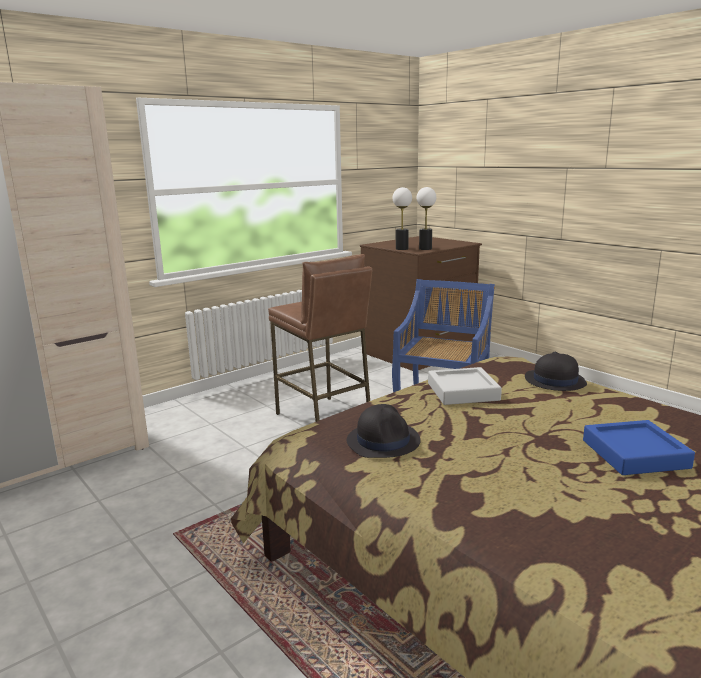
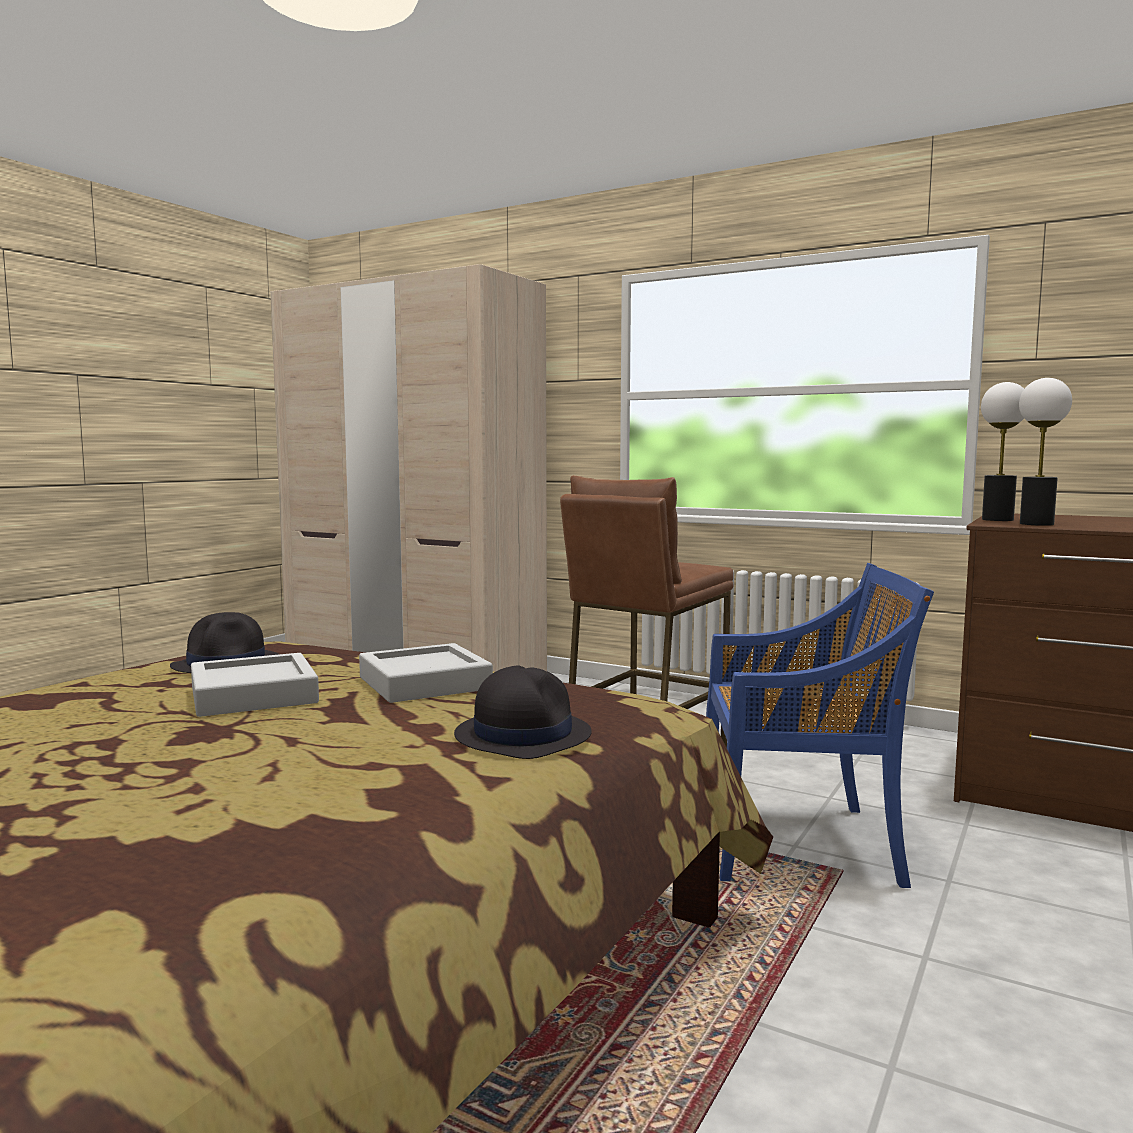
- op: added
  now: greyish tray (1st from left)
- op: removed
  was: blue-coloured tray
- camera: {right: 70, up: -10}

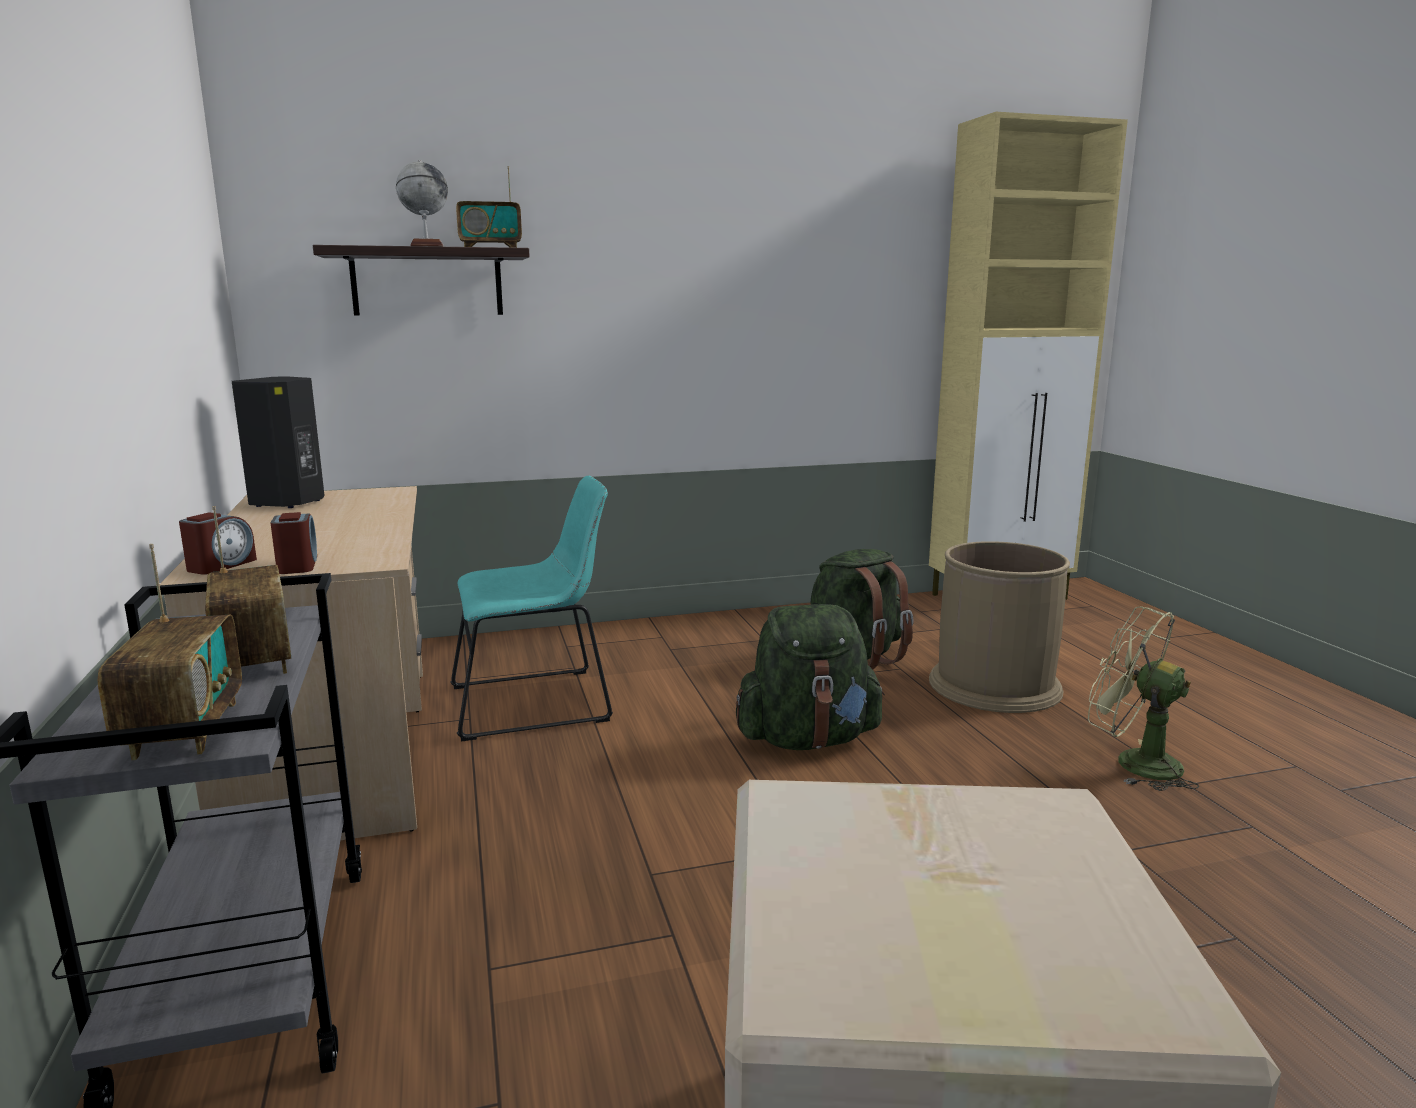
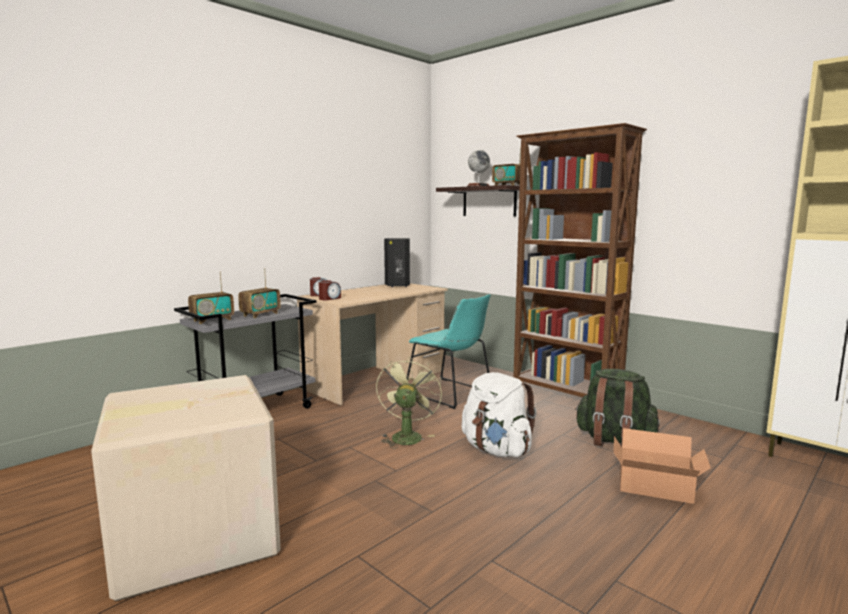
- op: moved
  was: greenish electric fan
- op: recoloured
  was: greenish rucksack (1st from left)
  now: white rucksack
- op: added
  now: brownish bookcase
- op: replaced
  was: brownish trash can
  now: cardboard box (2nd from left)
- camera: {right: 60, up: -5}

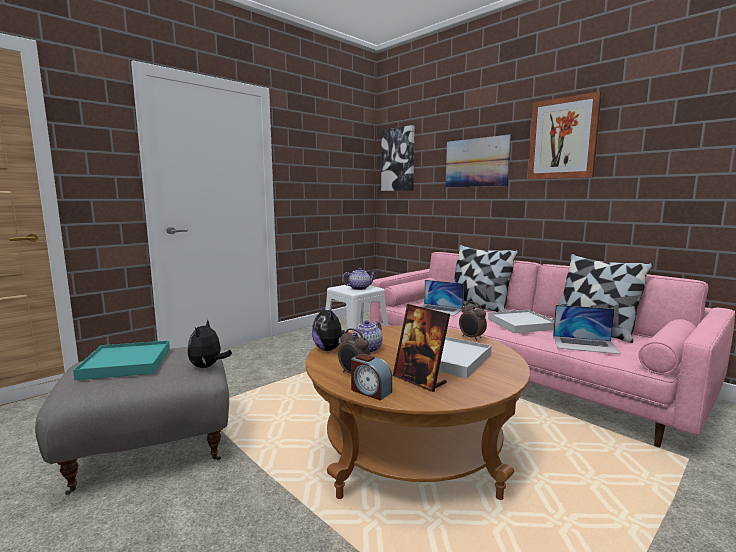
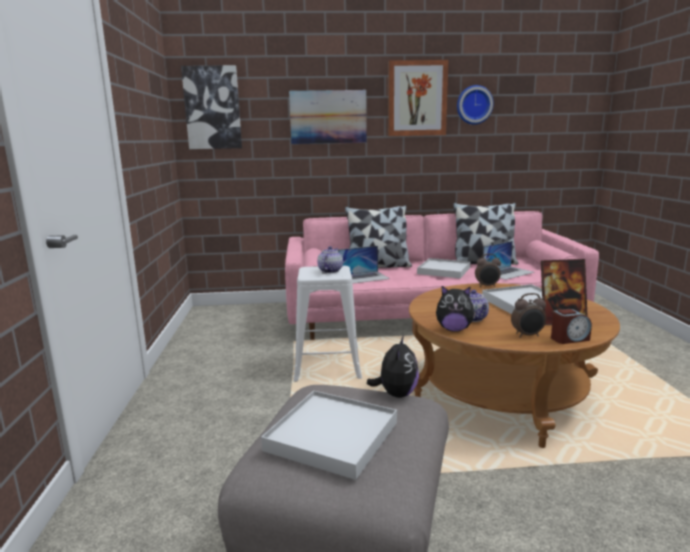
- op: recoloured
  was: blue-green tray
  now: white tray (1st from left)
- op: turned
  was: soft toy (1st from left)
  clockwise: -120
- op: added
  now: clock on the wall
- camera: {right: -50, up: 5}

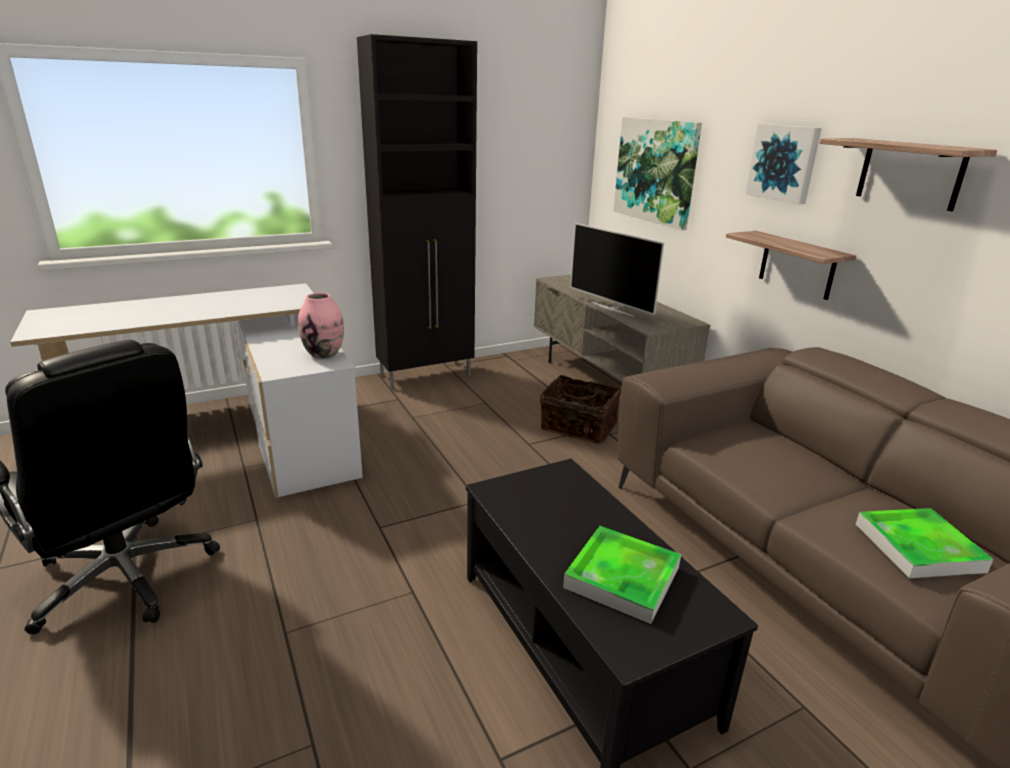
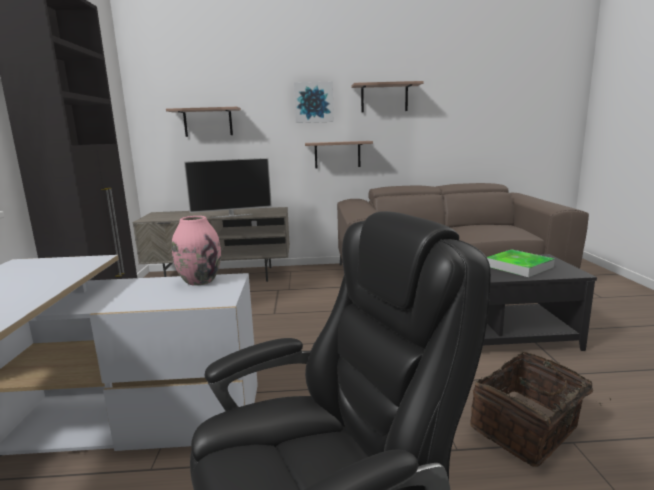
- op: replaced
  was: picture (1st from left)
  now: wall shelf (1st from left)
- op: moved
  was: storage basket
- op: removed
  was: tray (2nd from left)
- camera: {right: -65, up: -10}

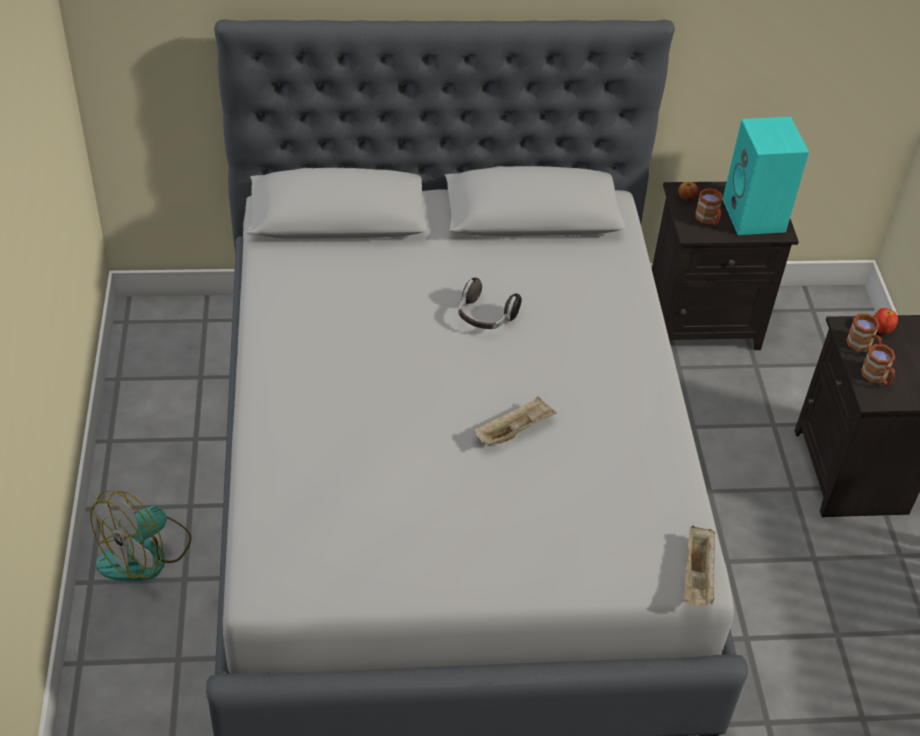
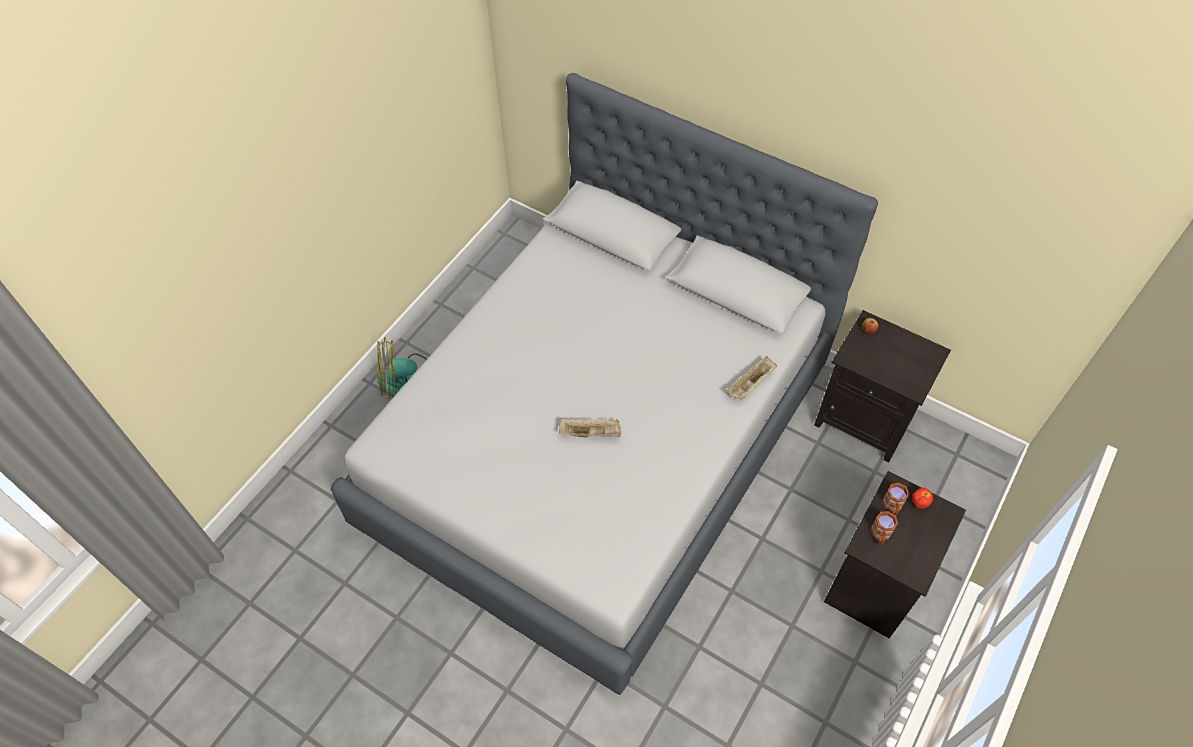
- op: moved
  was: sand-coloured tray (2nd from left)
- op: removed
  was: headset
- op: removed
  was: brownish coffee mug (1st from left)
- op: removed
  was: blue-green loudspeaker
- camera: {right: 40, up: 10}

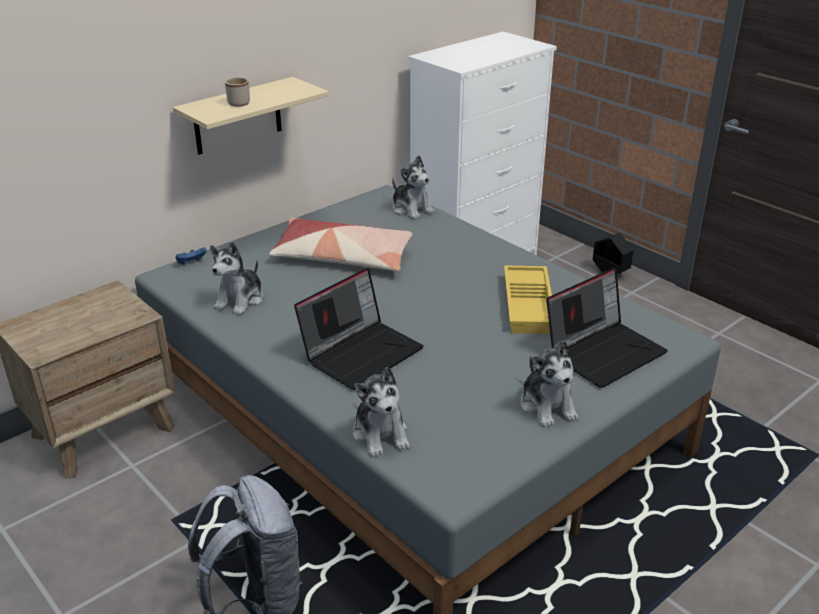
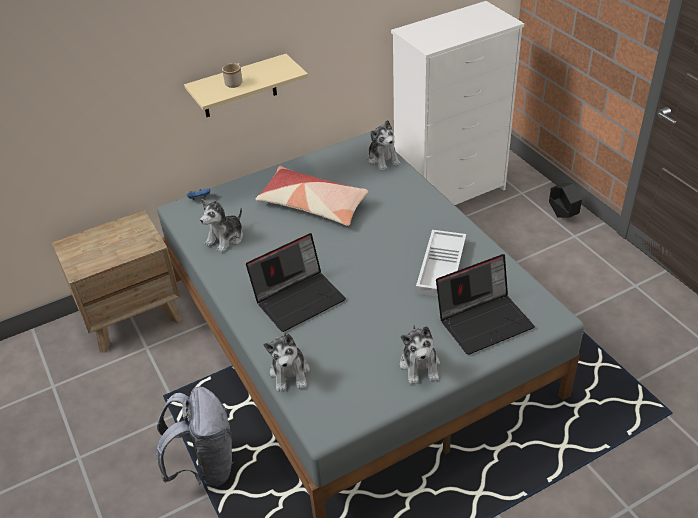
- op: recoloured
  was: yellow tray
  now: white tray
- camera: {right: 15, up: 10}

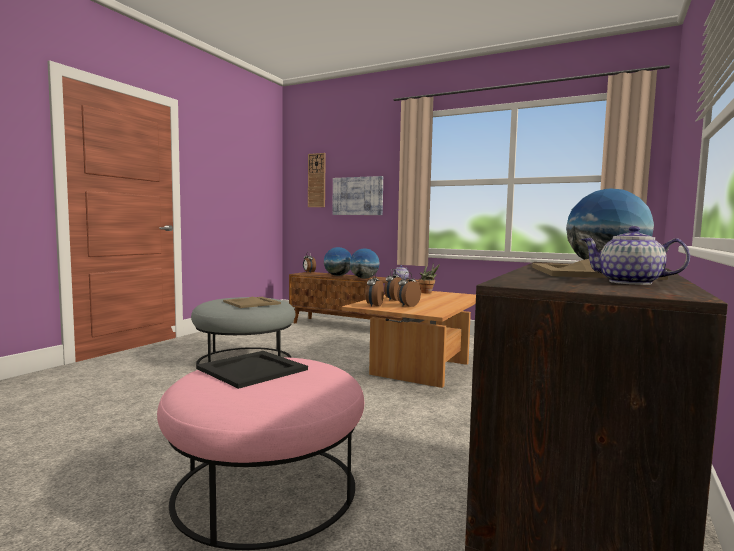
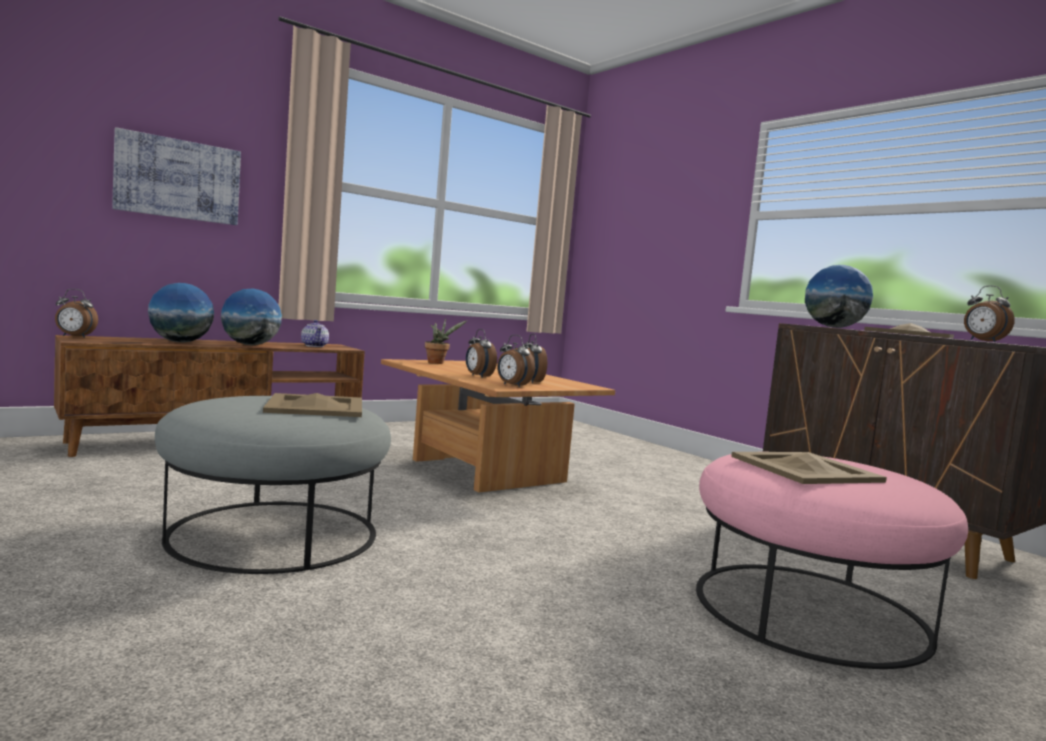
- op: recoloured
  was: blackish tray
  now: sand-coloured tray (2nd from left)
- op: replaced
  was: tea pot (2nd from left)
  now: bedside clock (5th from left)
- op: removed
  was: clock on the wall
- camera: {right: -65, up: 0}

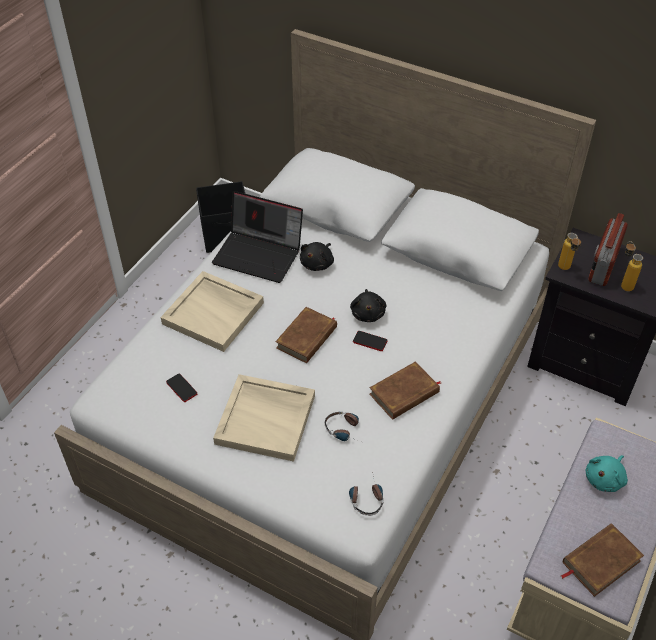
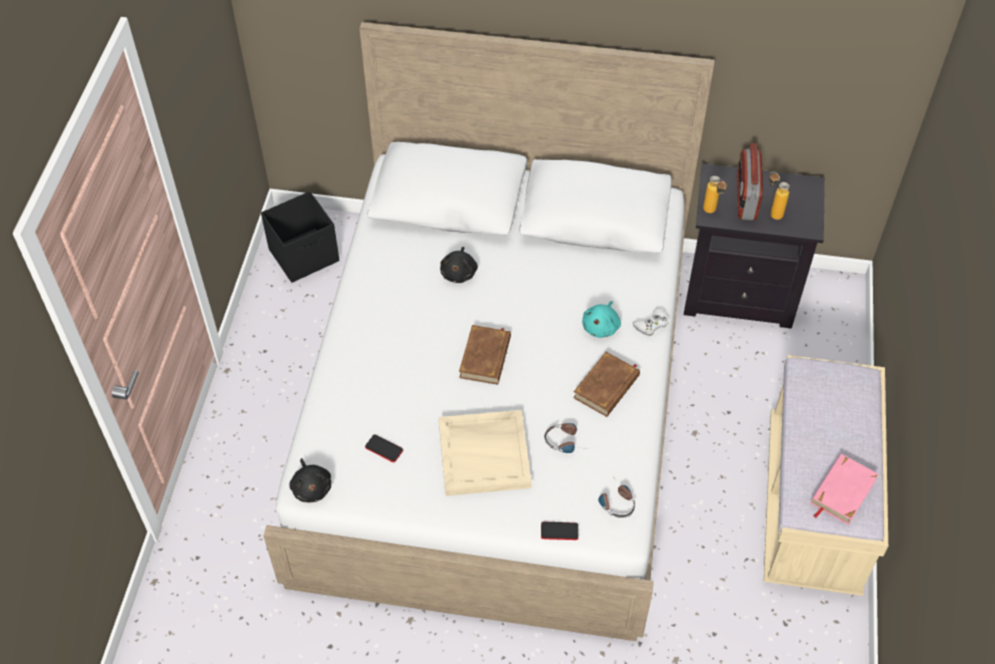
- op: moved
  was: blackish soft toy (2nd from left in the first image)
  now: blackish soft toy (1st from left)
- op: moved
  was: phone (2nd from left)
- op: moved
  was: blue-green soft toy
- op: added
  now: white gamepad
- op: recoloured
  was: brownish book (3rd from left)
  now: pinkish book
- op: removed
  was: sand-coloured tray (1st from left)
- op: removed
  was: laptop
- camera: {right: -20, up: 5}

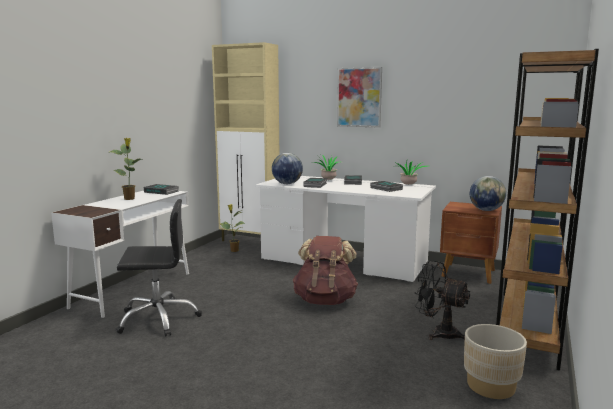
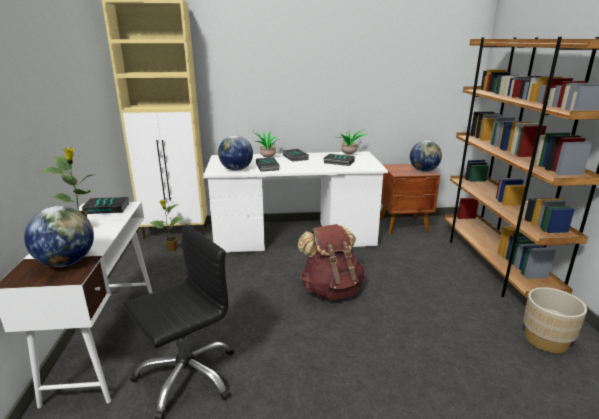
- op: added
  now: world globe (1st from left)
- op: removed
  was: picture
- op: removed
  was: blackish electric fan
- camera: {right: -30, up: 10}

